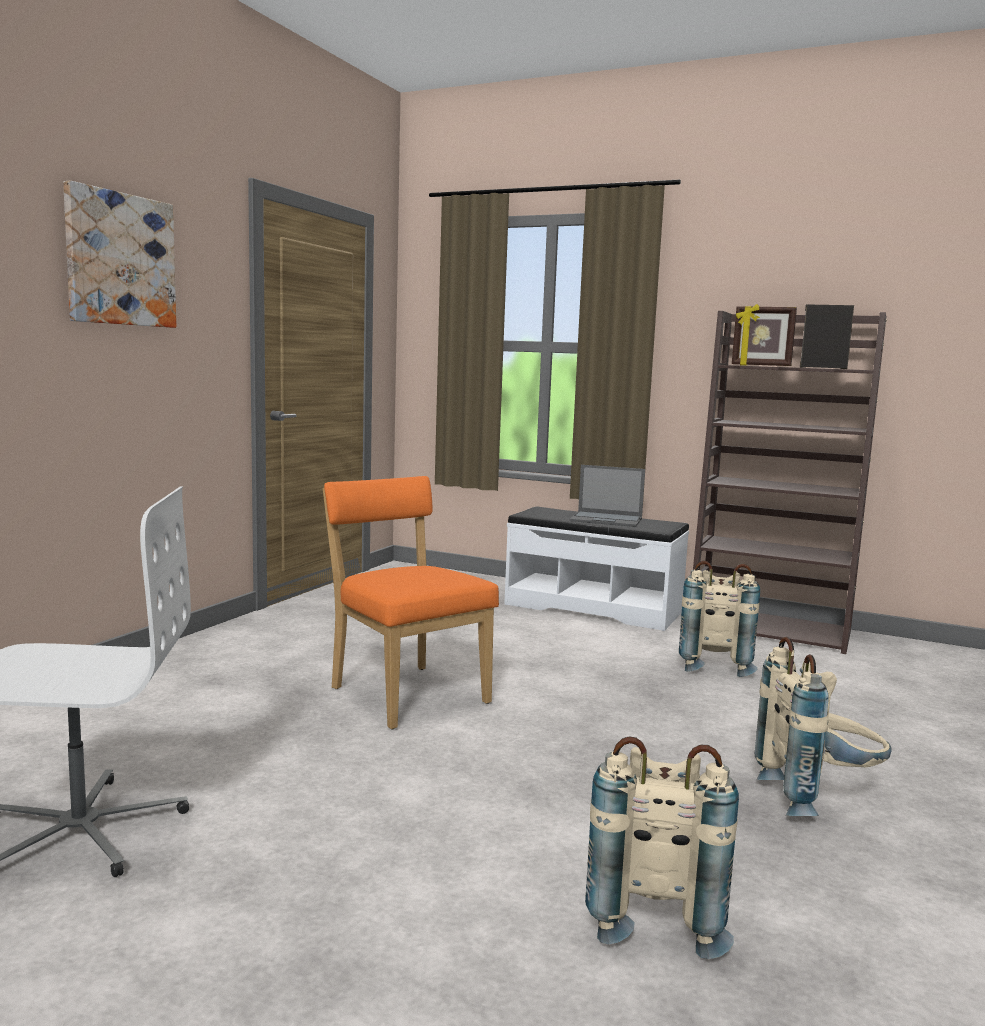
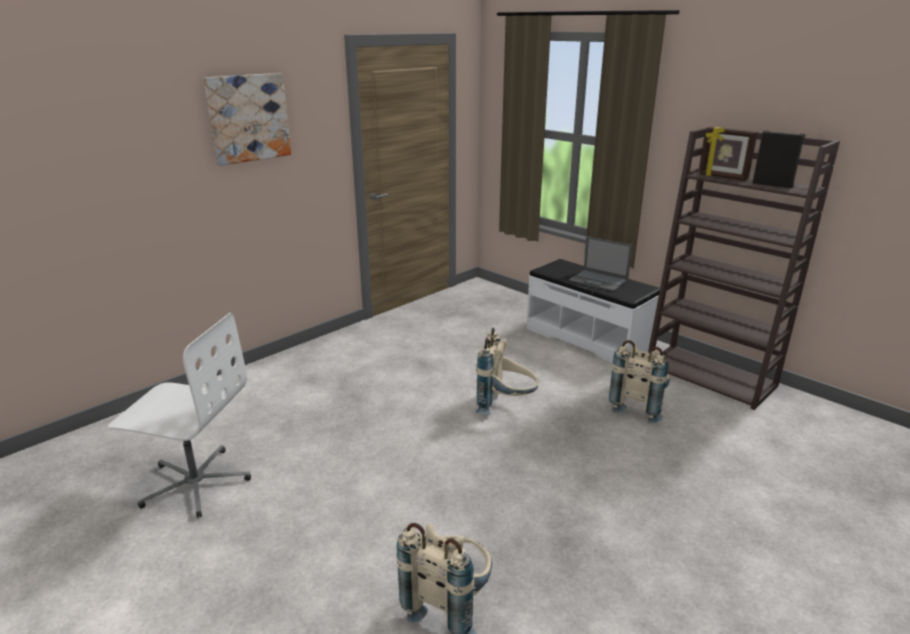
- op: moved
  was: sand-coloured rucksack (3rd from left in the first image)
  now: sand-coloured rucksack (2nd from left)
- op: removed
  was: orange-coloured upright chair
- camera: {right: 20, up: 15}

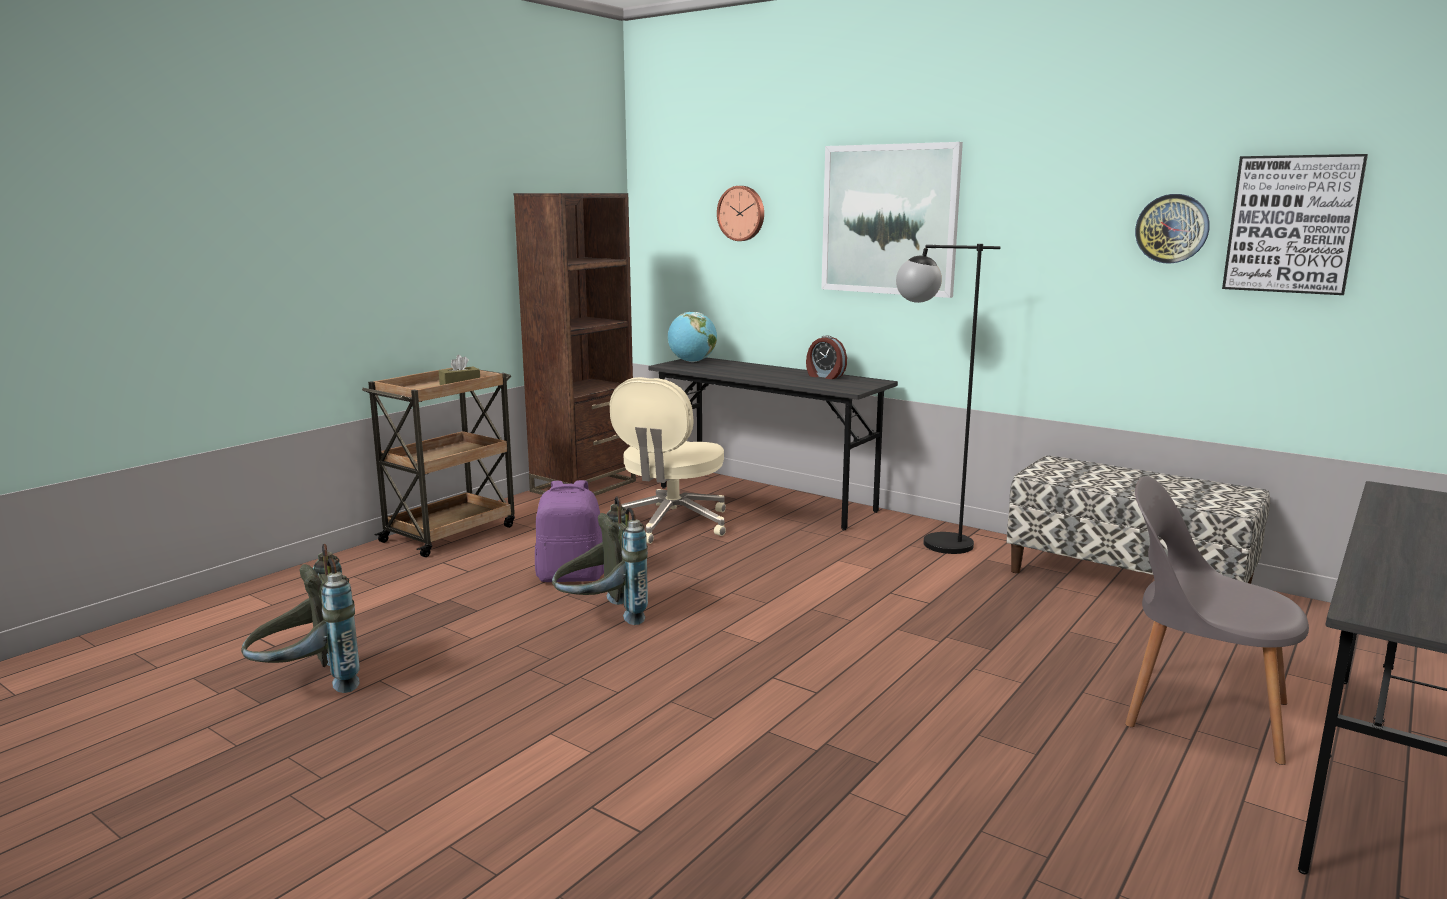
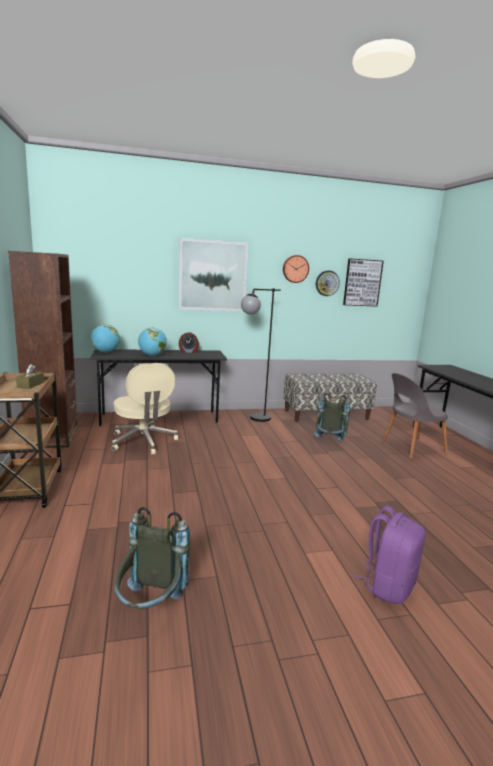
- op: added
  now: world globe (2nd from left)
- op: moved
  was: clock on the wall (1st from left)
- op: moved
  was: greyish rucksack (2nd from left)
- op: moved
  was: purple rucksack
- camera: {right: -50, up: 0}

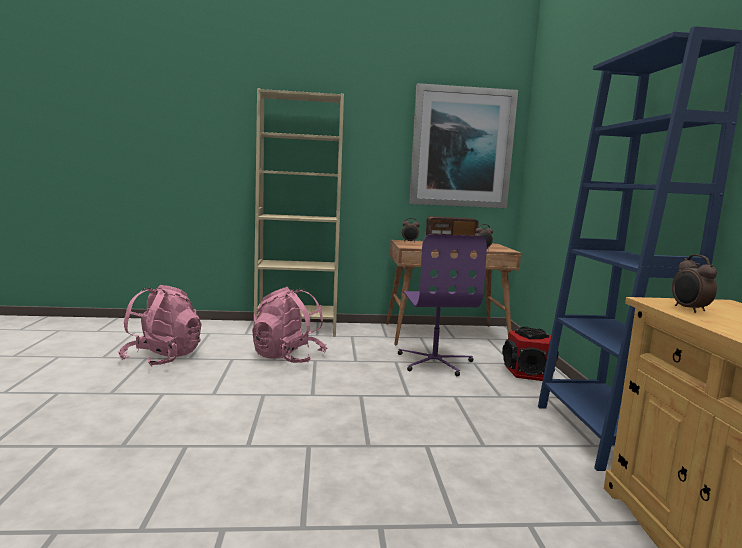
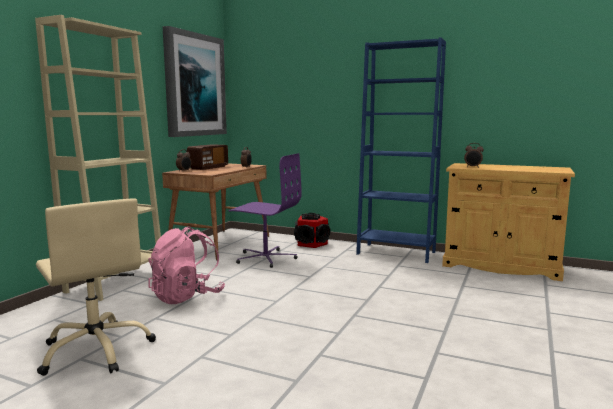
- op: replaced
  was: pinkish rucksack (1st from left)
  now: sand-coloured desk chair
- camera: {right: -60, up: 0}

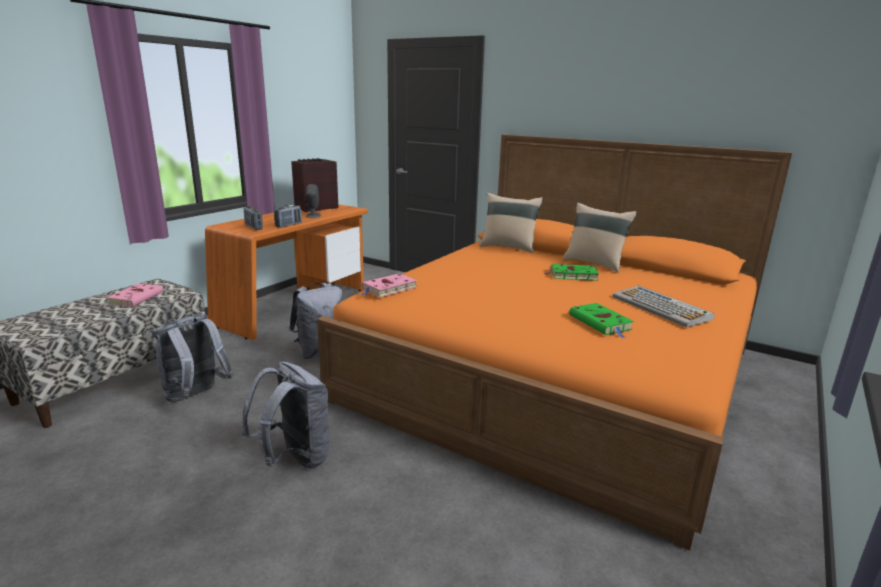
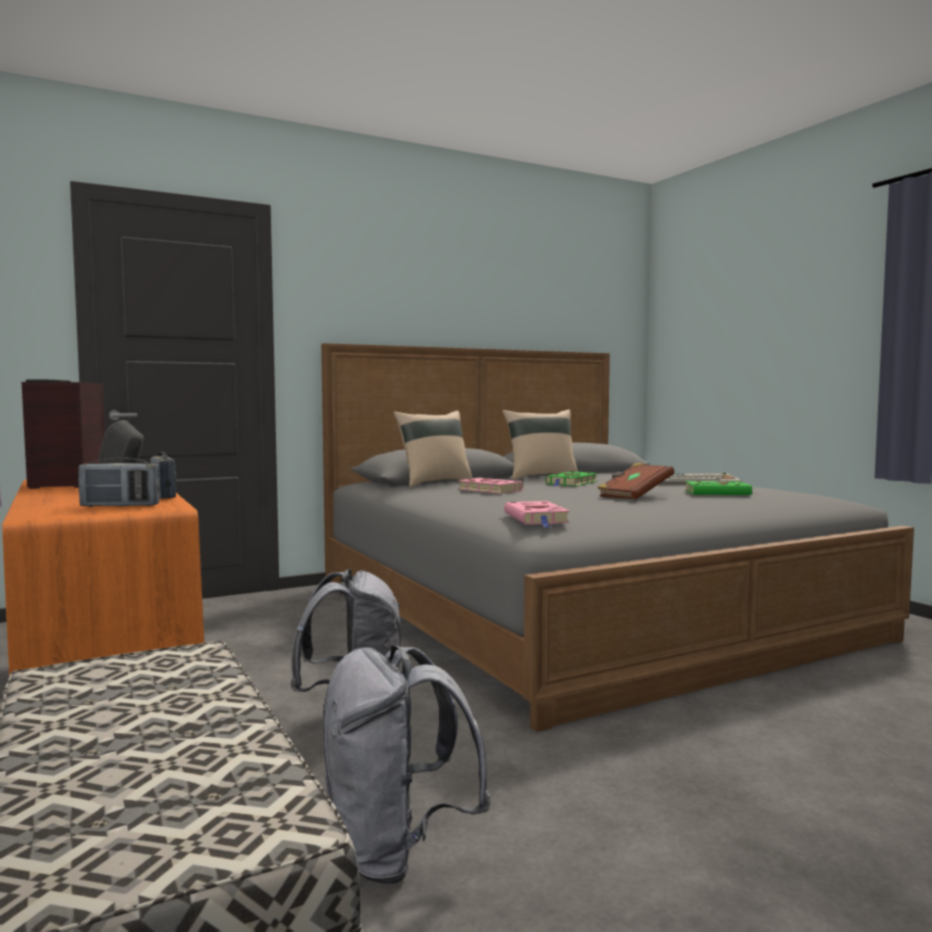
- op: recoloured
  was: orange-coloured bed
  now: greyish bed
- op: moved
  was: pinkish book (1st from left)
- op: added
  now: brownish book
- op: removed
  was: greyish rucksack (2nd from left)
- camera: {right: -60, up: -15}

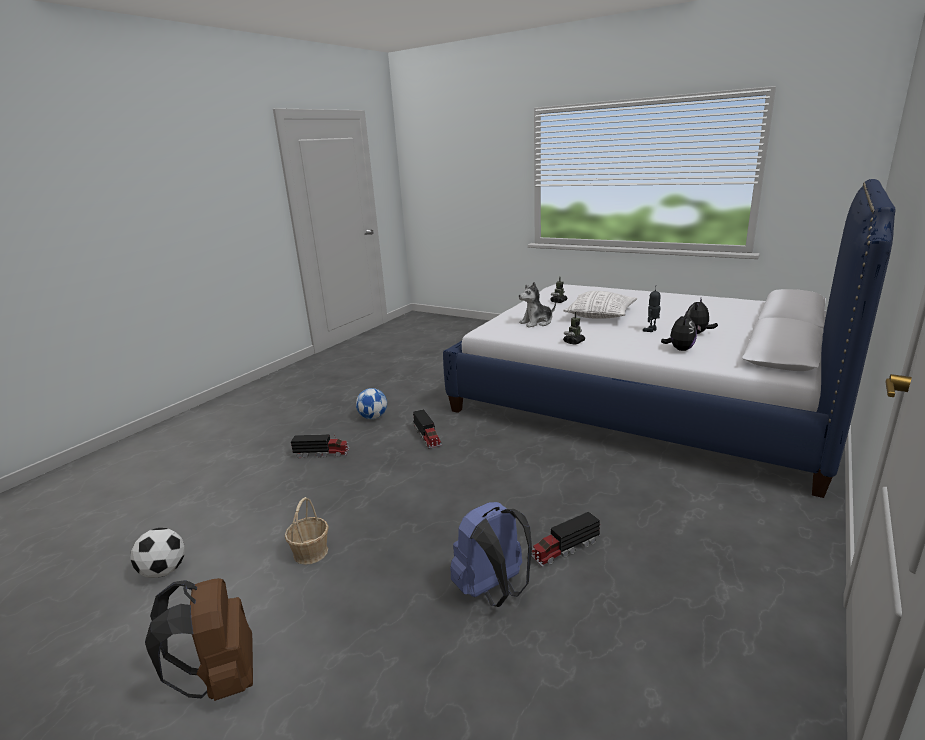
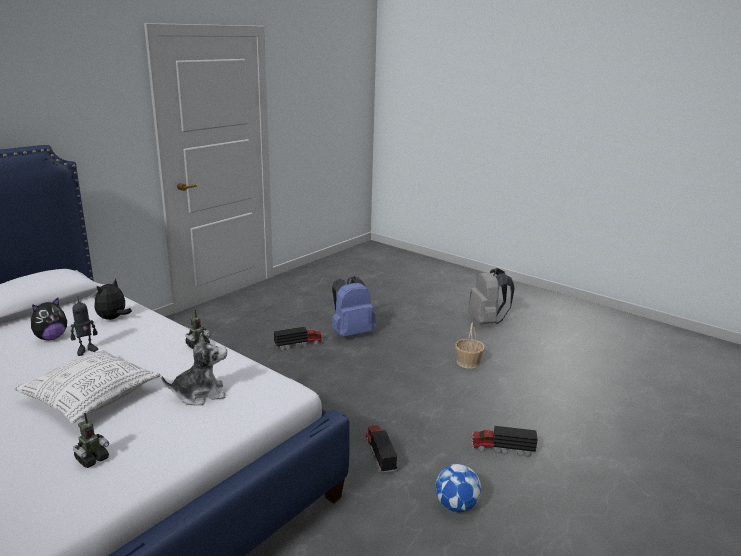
- op: recoloured
  was: brownish rucksack
  now: greyish rucksack
- op: removed
  was: football (1st from left)
- camera: {right: -175, up: 0}

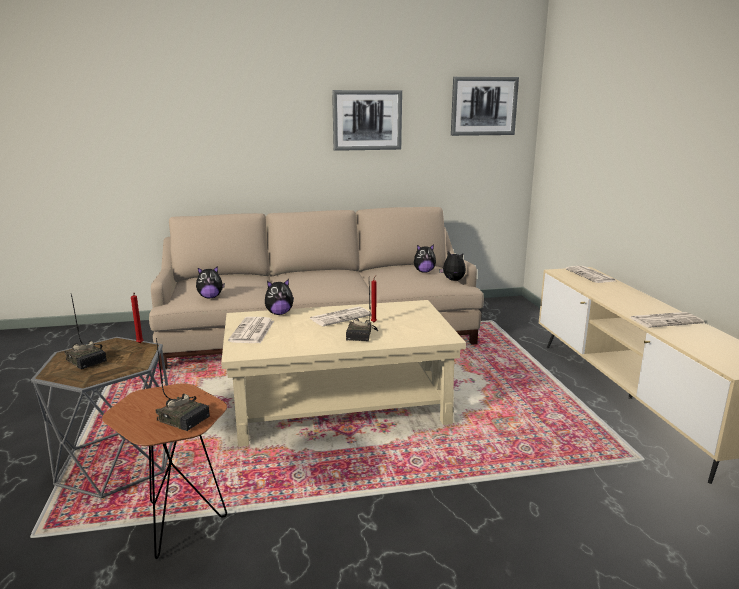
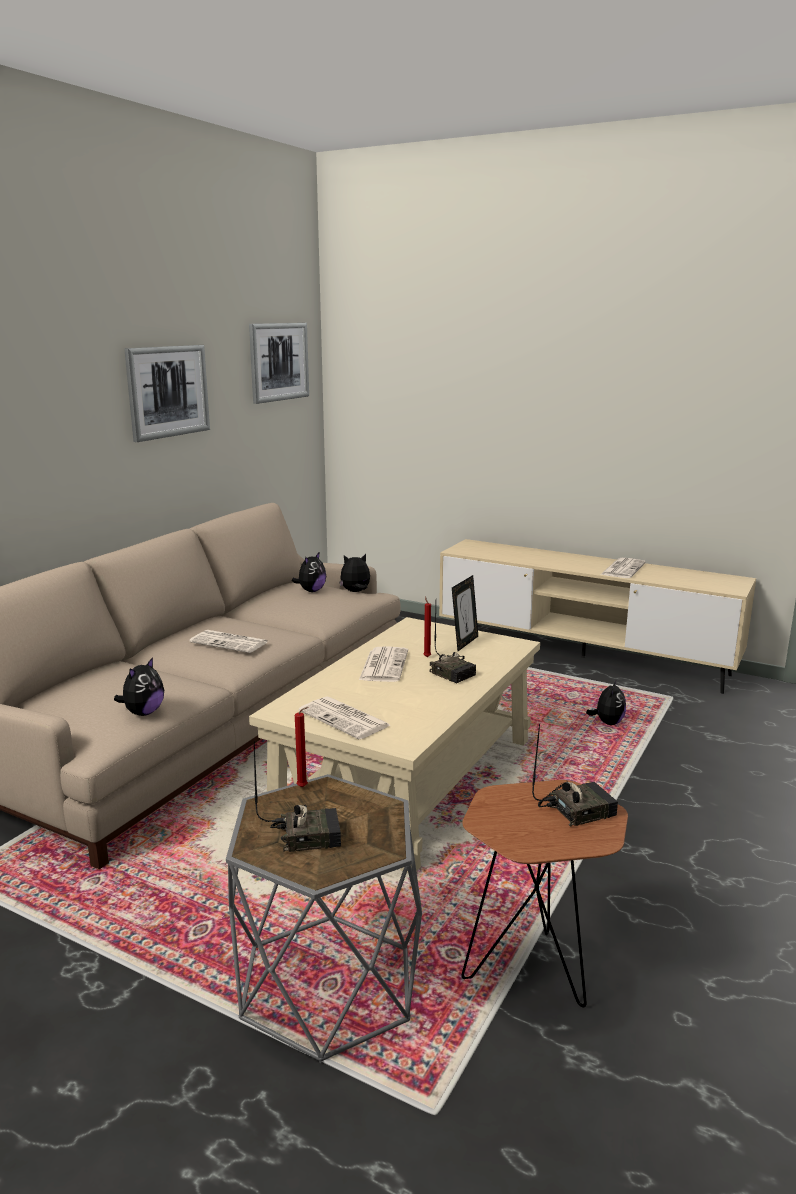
- op: moved
  was: printed paper (3rd from left in the first image)
  now: printed paper (1st from left)
- op: added
  now: photo frame
- op: moved
  was: soft toy (2nd from left in the first image)
  now: soft toy (4th from left)
- camera: {right: -50, up: 0}

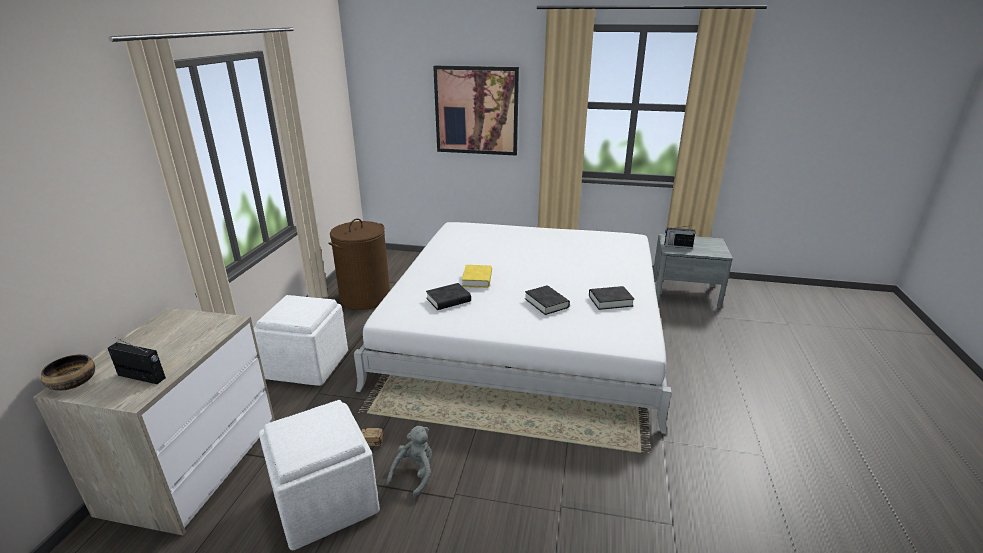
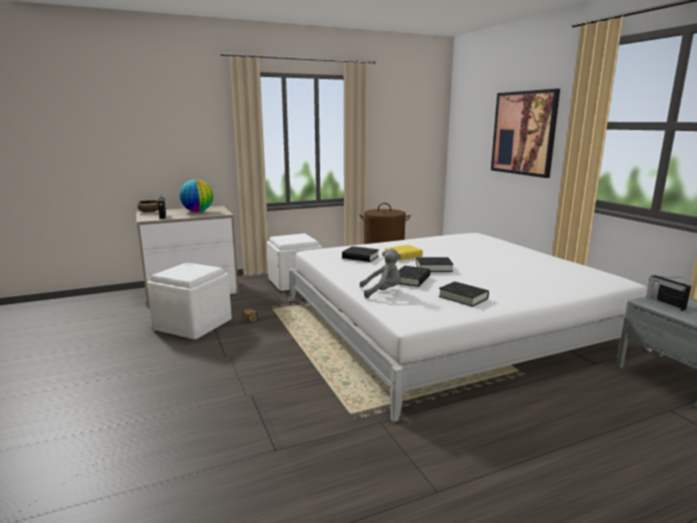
- op: added
  now: world globe
- op: moved
  was: greyish soft toy
- op: added
  now: blackish book (3rd from left)
- camera: {right: 55, up: -10}

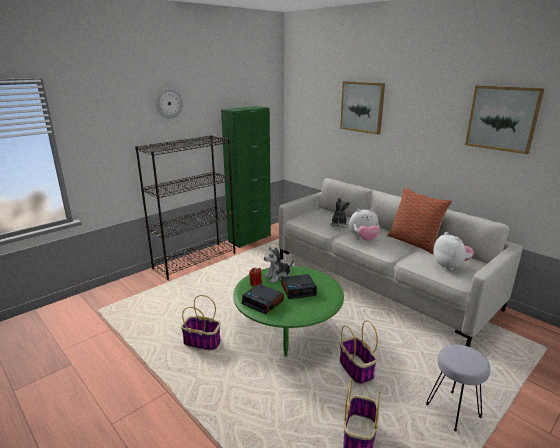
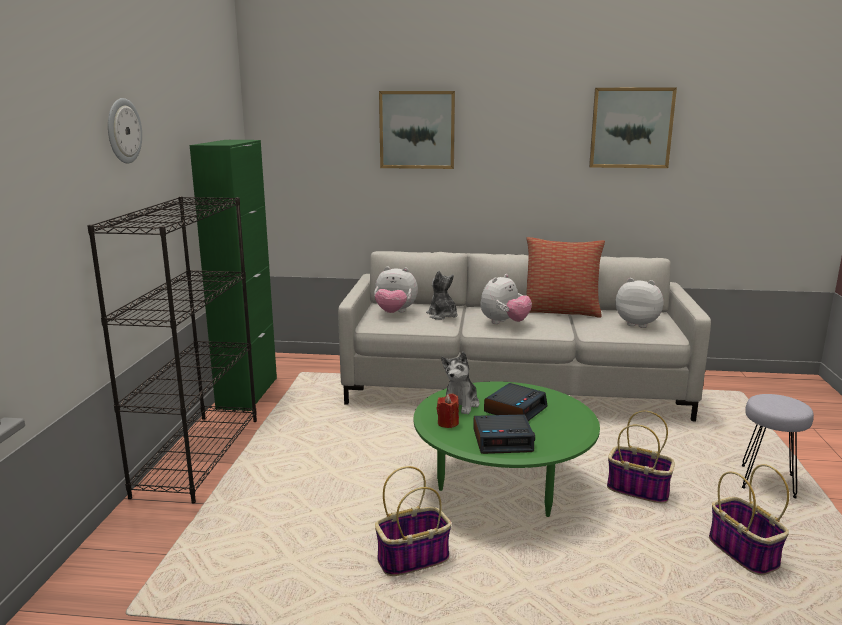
- op: added
  now: soft toy (1st from left)
- camera: {right: -40, up: -5}

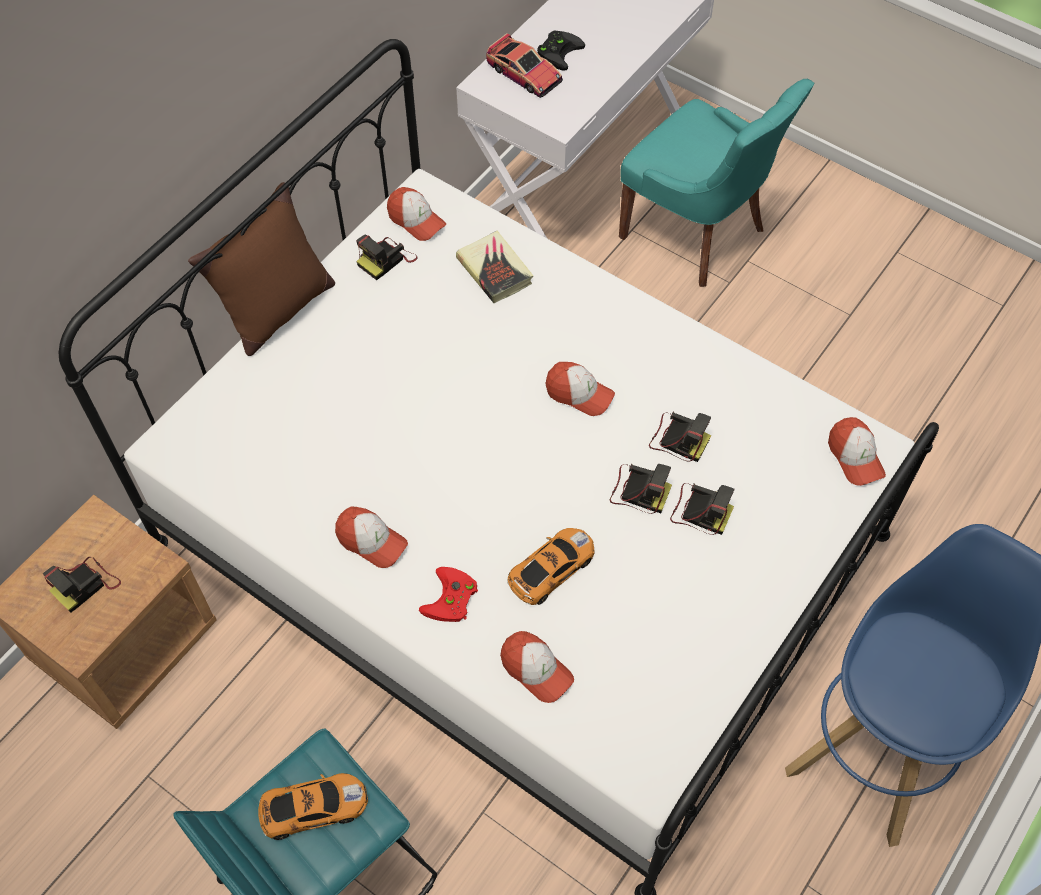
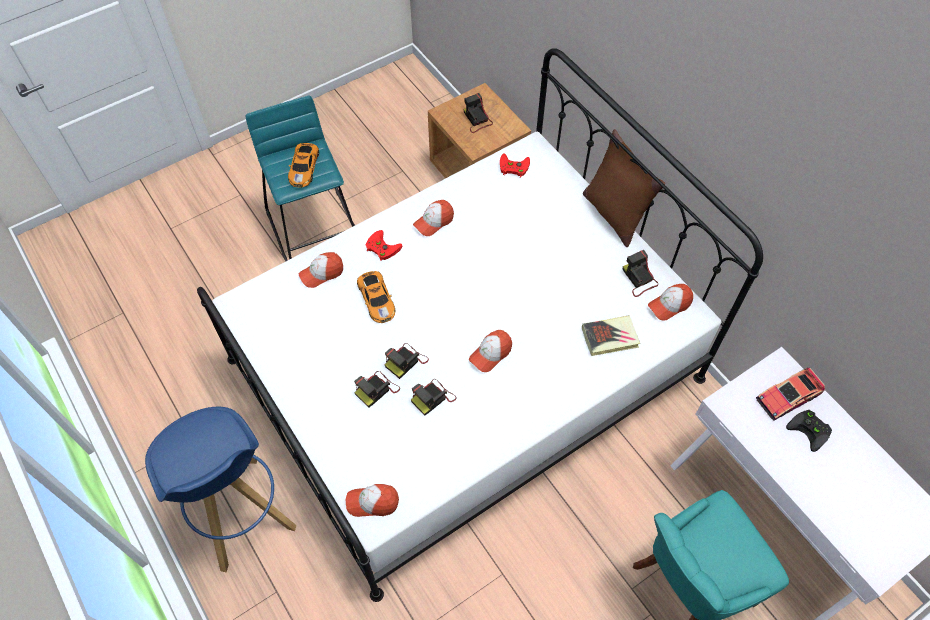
- op: added
  now: red gamepad (2nd from left)
- camera: {right: 110, up: 0}

